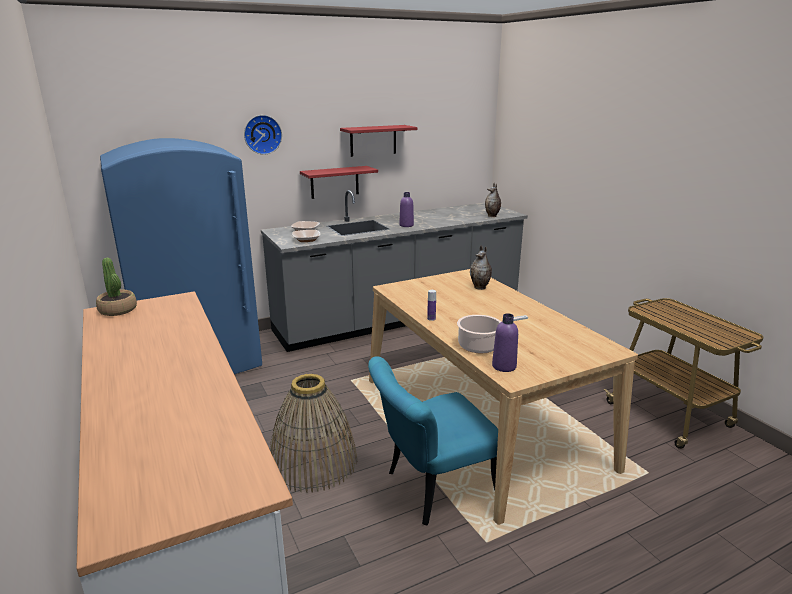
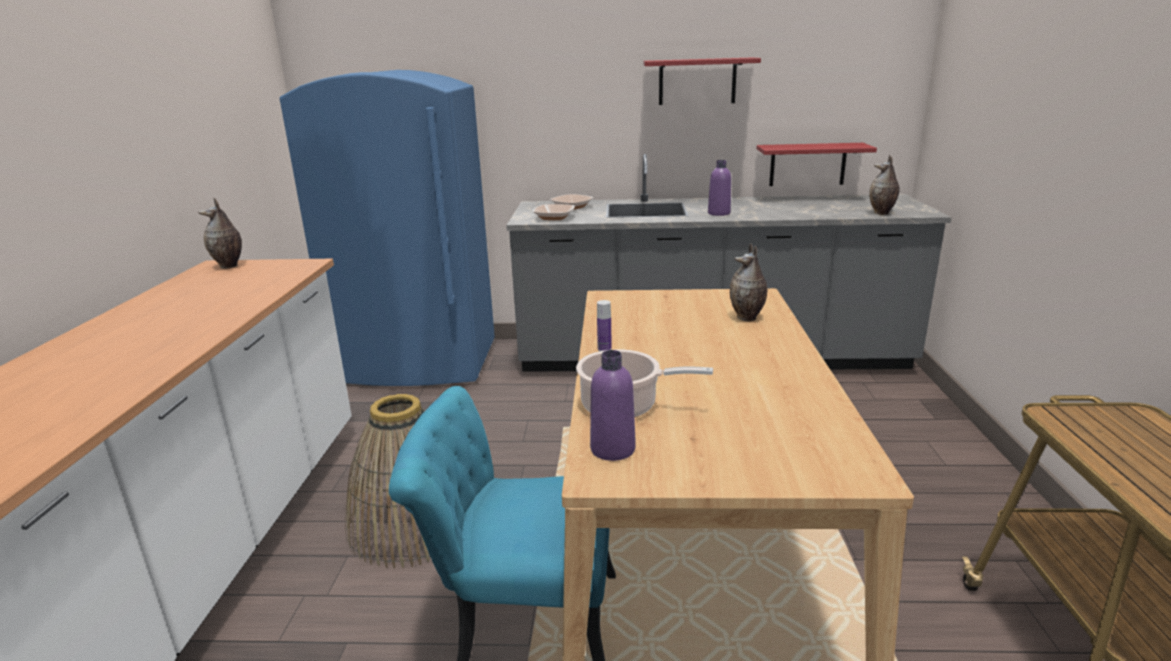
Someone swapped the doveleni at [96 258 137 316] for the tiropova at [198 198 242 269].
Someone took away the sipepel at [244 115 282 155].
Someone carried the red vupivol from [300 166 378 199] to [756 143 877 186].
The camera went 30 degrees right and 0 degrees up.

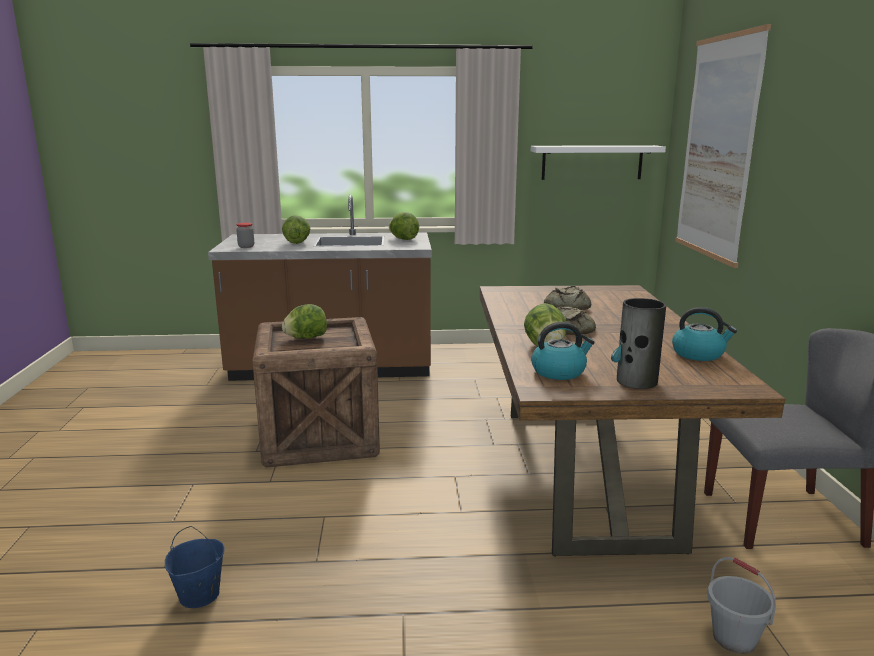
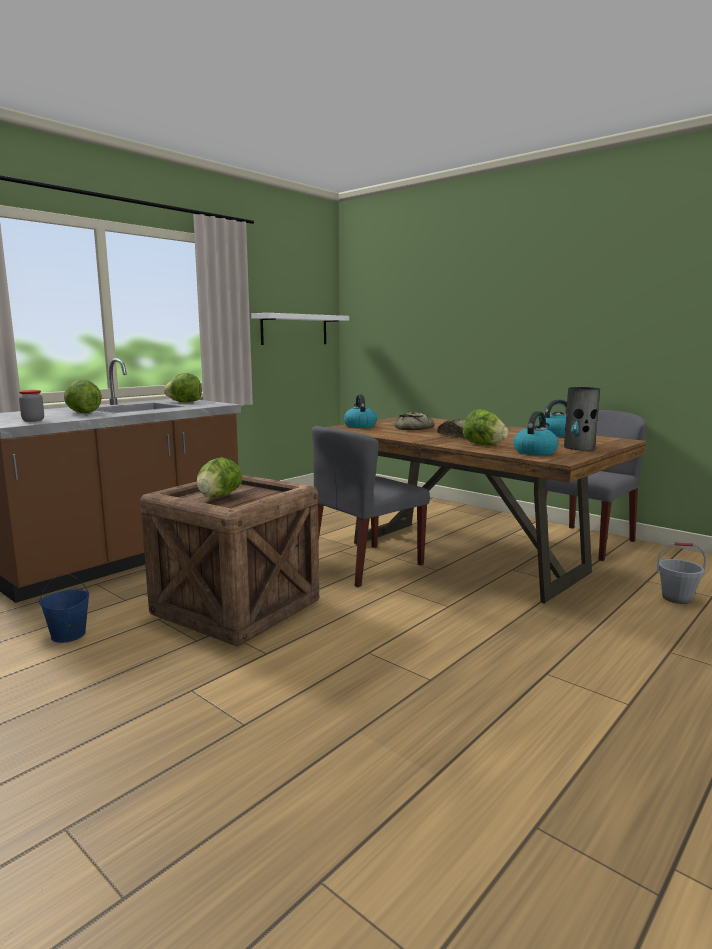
Someone carried the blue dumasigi from [165 526 225 608] to [39 572 89 643].
Someone took away the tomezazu at [675 24 771 268].
Someone put down the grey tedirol at [312 426 430 587].
Someone put down the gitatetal at [344 394 377 428].
The camera went 45 degrees left and 5 degrees down.

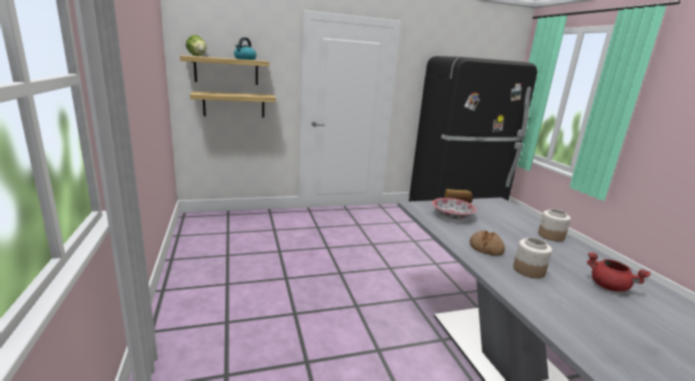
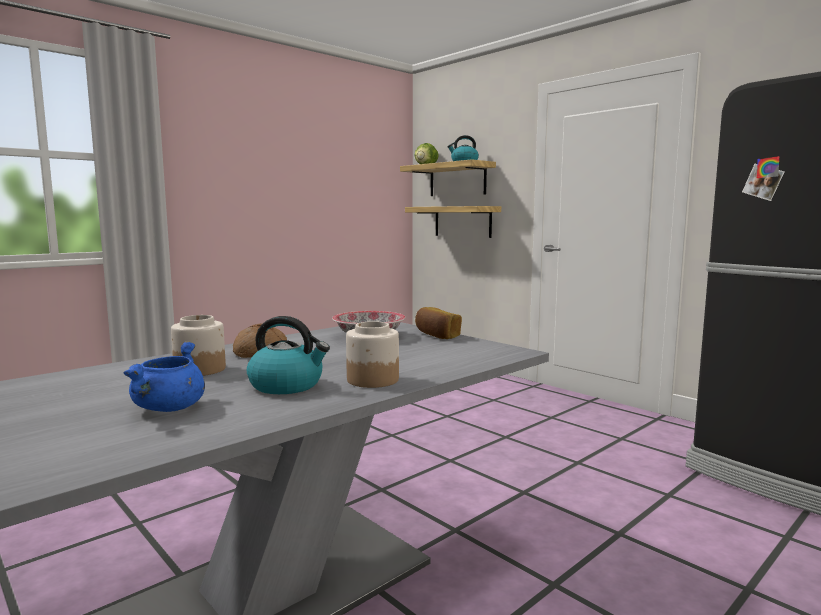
Someone repainted the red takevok at [587 253 651 292], which became the blue takevok at [123 342 205 412].
Someone put down the gitatetal at [247 316 330 394].
The camera went 65 degrees right and 10 degrees down.

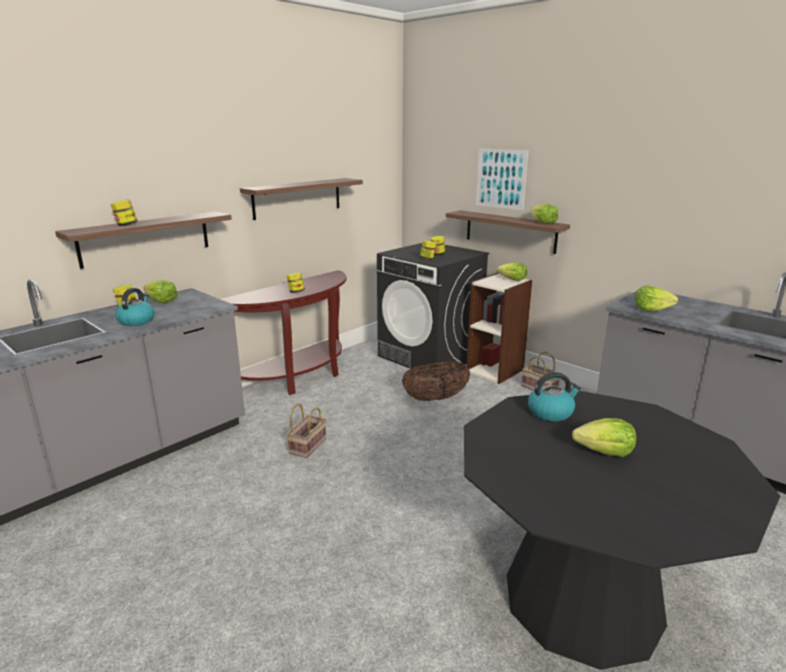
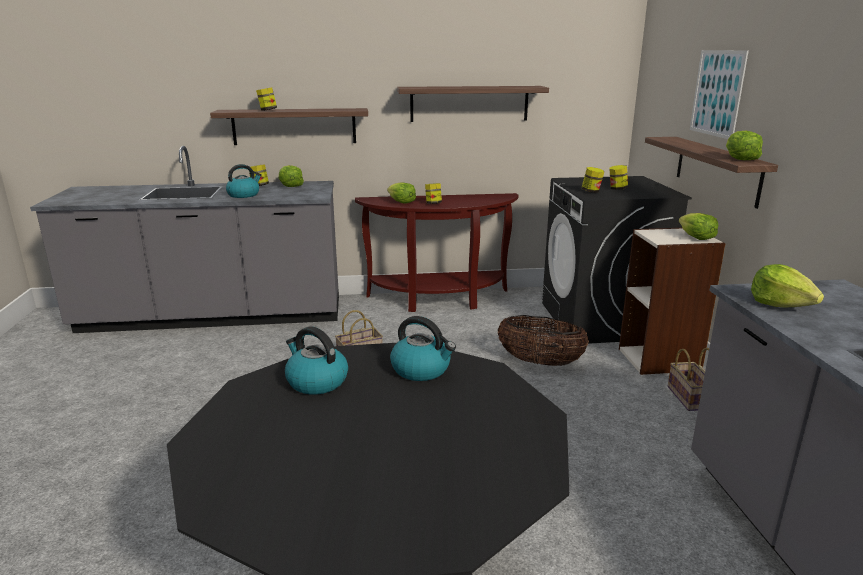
Someone carried the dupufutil from [572 418 636 457] to [387 182 416 204].
Someone put down the gitatetal at [285 326 348 395].
The camera went 40 degrees right and 0 degrees up.

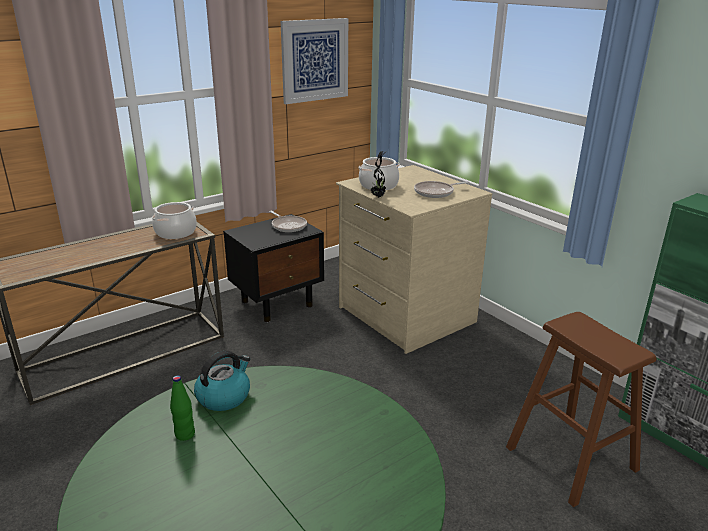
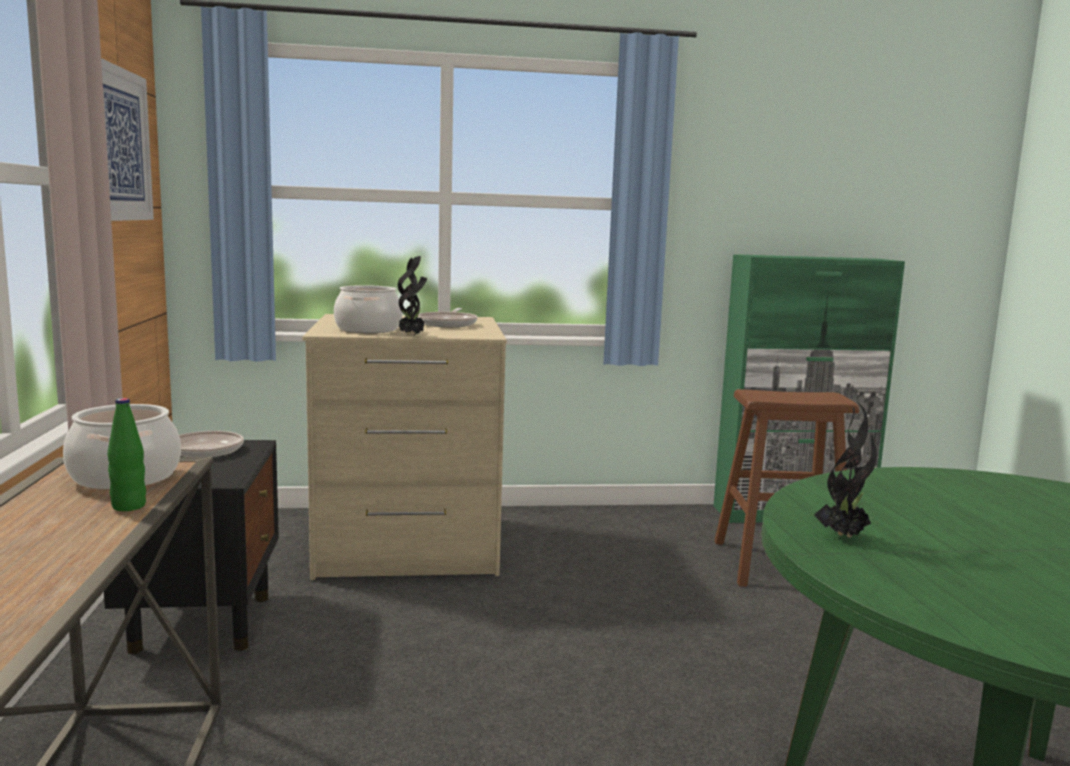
Someone carried the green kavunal from [170 375 195 441] to [108 398 146 511].
Someone swapped the gitatetal at [194 351 250 411] for the doveleni at [814 400 877 537].
The camera went 60 degrees left and 15 degrees down.

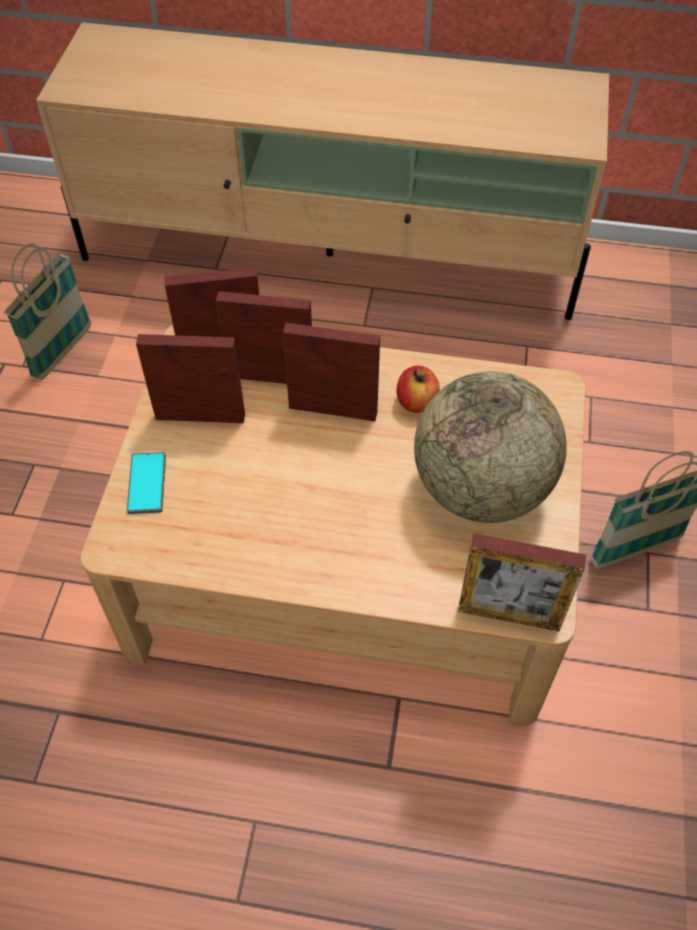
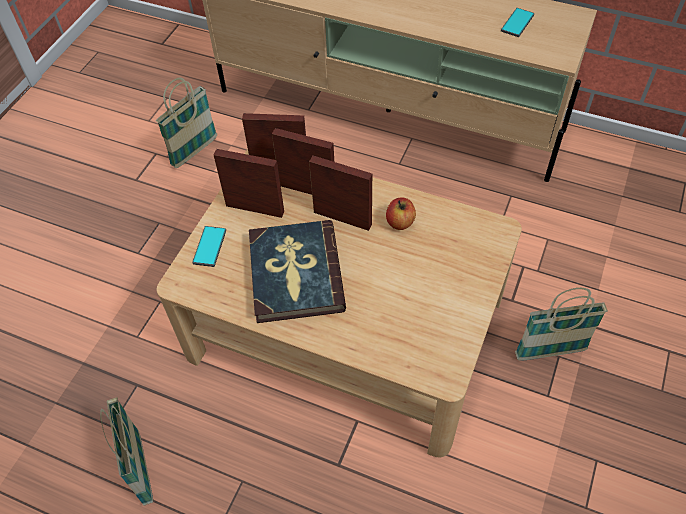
Someone took away the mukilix at [414 371 567 523].
Someone took away the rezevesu at [458 533 586 632].
Someone put down the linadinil at [100 397 153 506].
Someone put down the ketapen at [249 220 346 323].
Someone put down the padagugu at [501 8 534 37].
The camera went 15 degrees right and 0 degrees up.

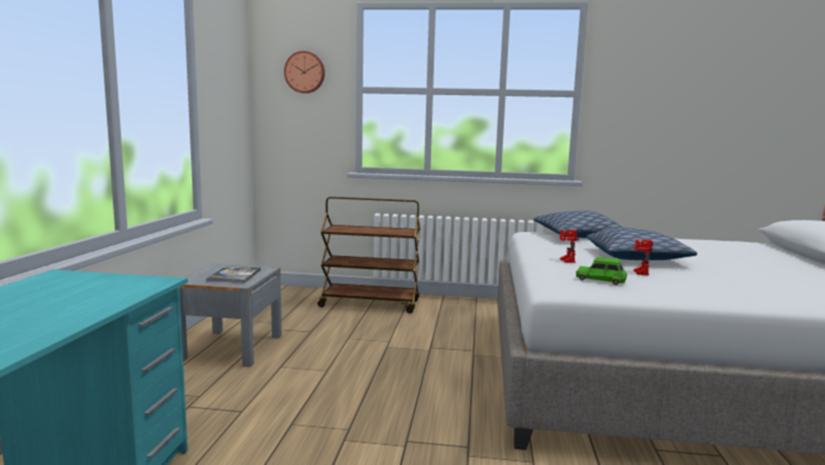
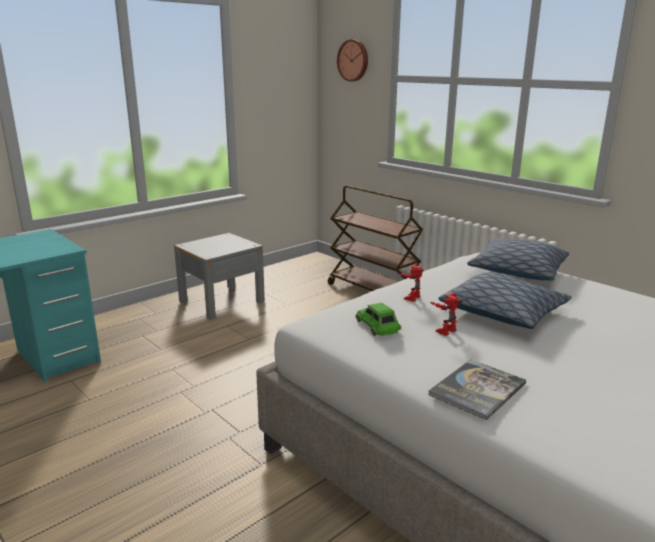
Someone carried the ketapen from [206 267 261 283] to [428 359 526 420].
The camera went 40 degrees right and 10 degrees up.

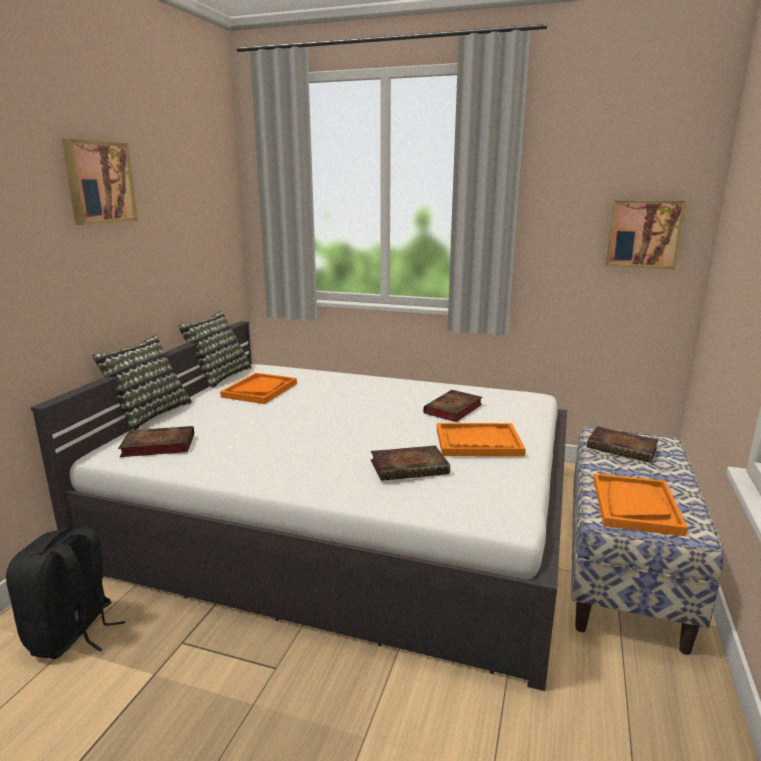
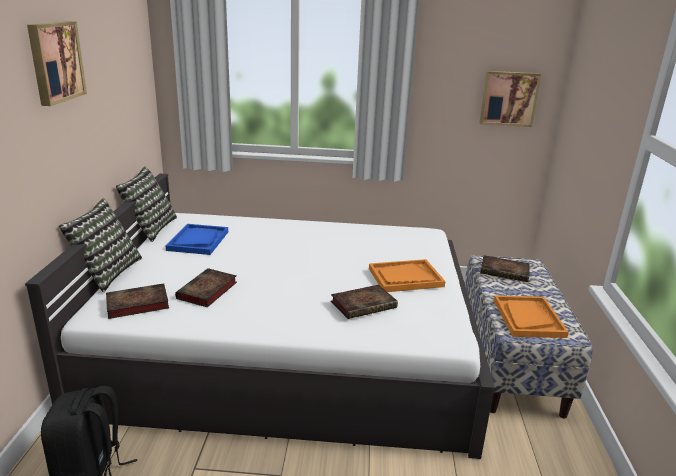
Someone repainted the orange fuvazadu at [220 373 297 404], which became the blue fuvazadu at [165 224 228 255].
Someone carried the ketapen from [423 390 483 422] to [175 268 237 307].
The camera went 15 degrees left and 5 degrees up.

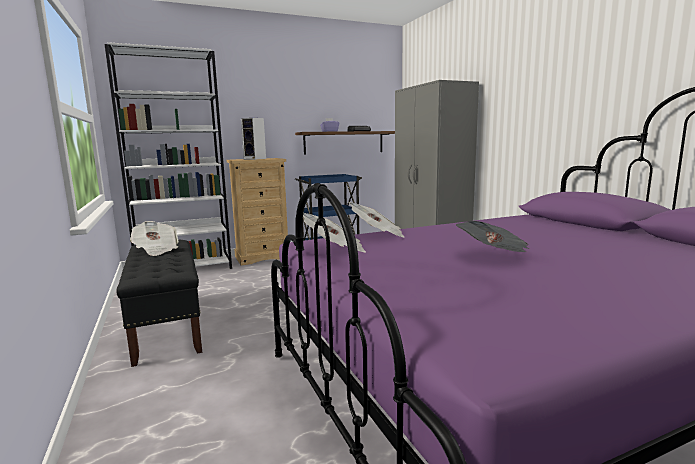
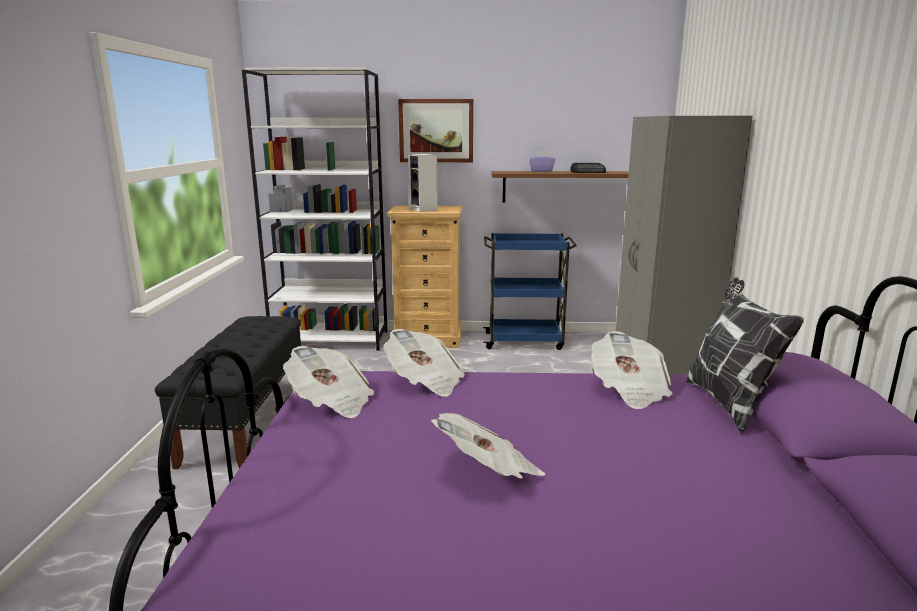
Someone carried the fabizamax from [130 221 178 256] to [591 331 672 409].
Someone put up the tomezazu at [398 99 473 162].
Someone put down the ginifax at [686 277 804 433].
The camera went 25 degrees right and 5 degrees up.

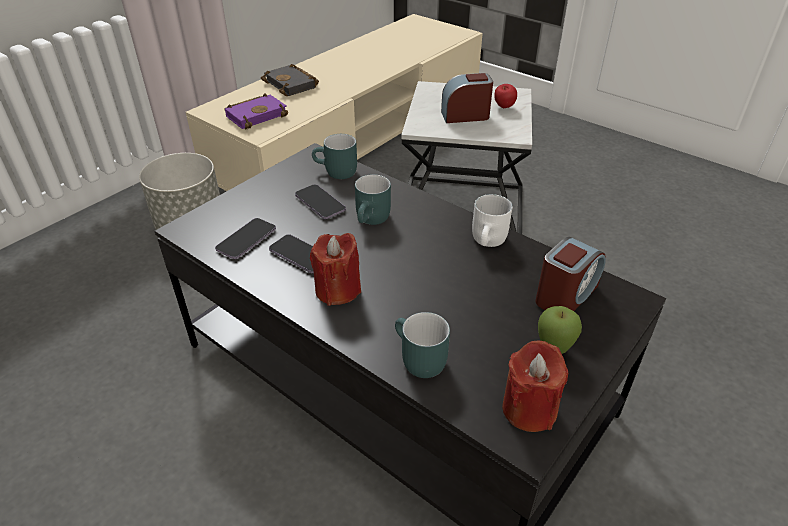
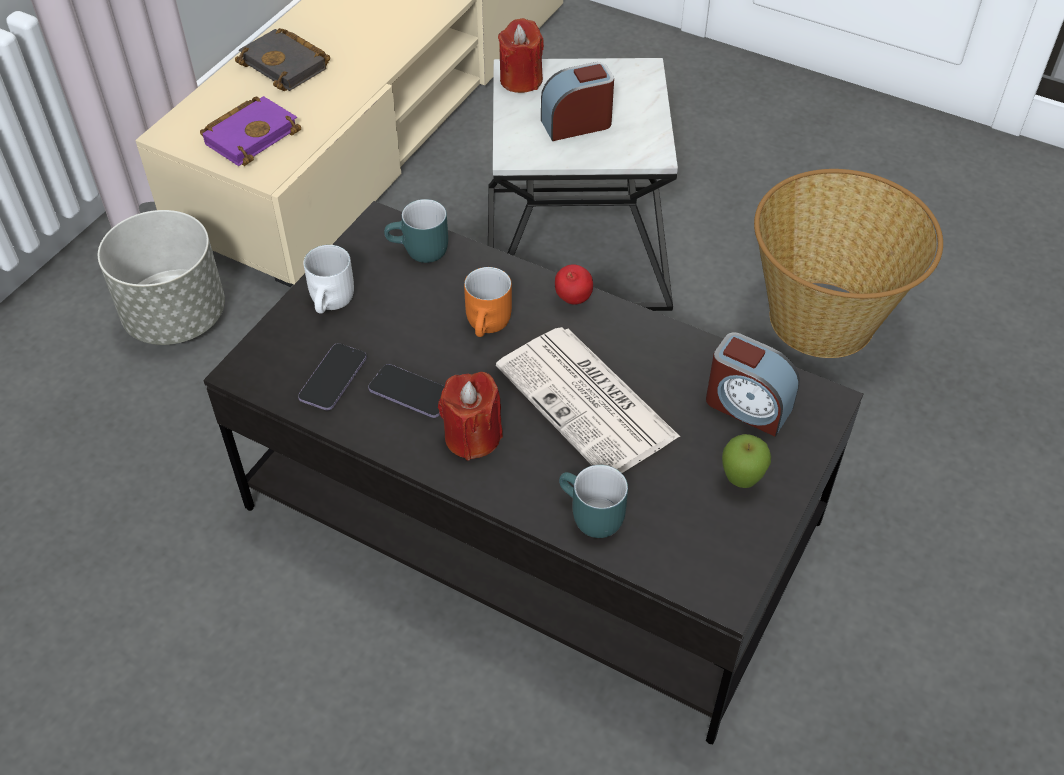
Someone took away the padagugu at [295 184 346 219].
Someone repainted the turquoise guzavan at [355 174 391 225], which became the orange guzavan at [464 267 512 337].
Someone carried the white guzavan from [472 194 513 247] to [304 245 354 314].
Someone carried the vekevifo from [494 84 517 108] to [555 264 593 305].
Someone carried the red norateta from [502 341 568 432] to [498 18 544 93].
Someone rotated the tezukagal at [535 237 606 311] by 90 degrees clockwise.
Someone put down the fabizamax at [496 327 680 473].
Someone put down the linadinil at [754 169 943 358].
The camera went 10 degrees left and 10 degrees up.

